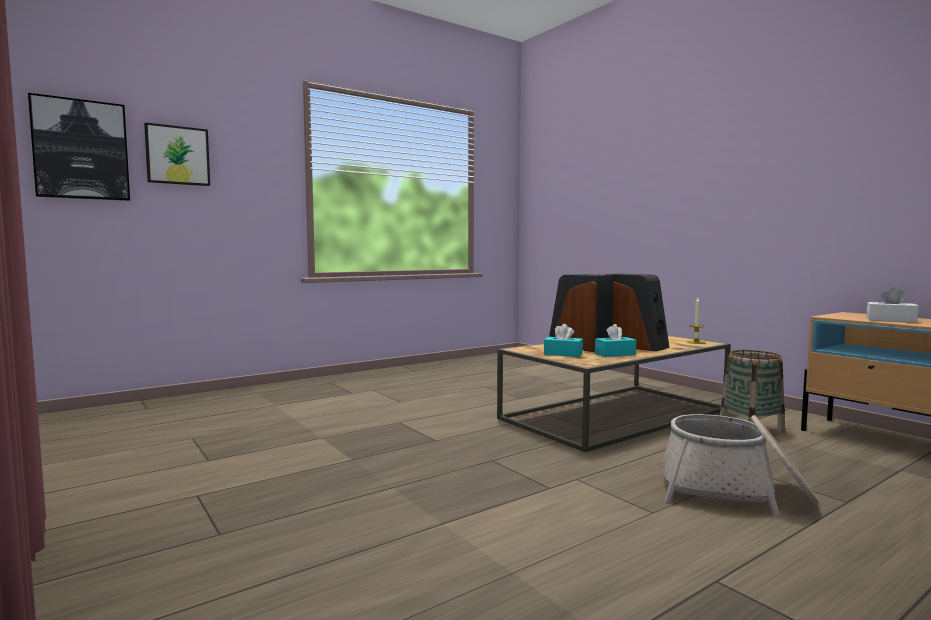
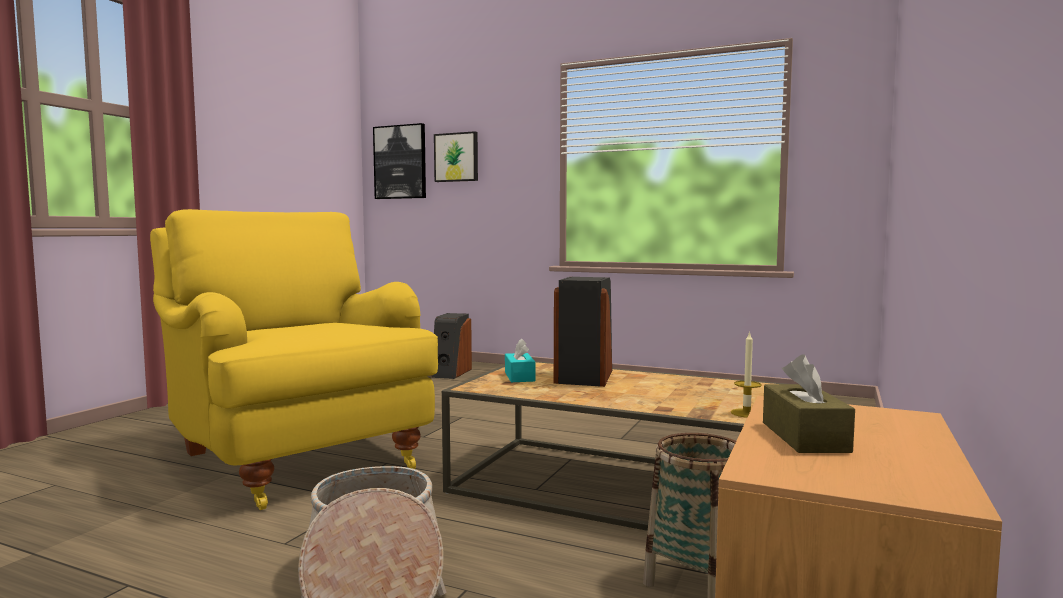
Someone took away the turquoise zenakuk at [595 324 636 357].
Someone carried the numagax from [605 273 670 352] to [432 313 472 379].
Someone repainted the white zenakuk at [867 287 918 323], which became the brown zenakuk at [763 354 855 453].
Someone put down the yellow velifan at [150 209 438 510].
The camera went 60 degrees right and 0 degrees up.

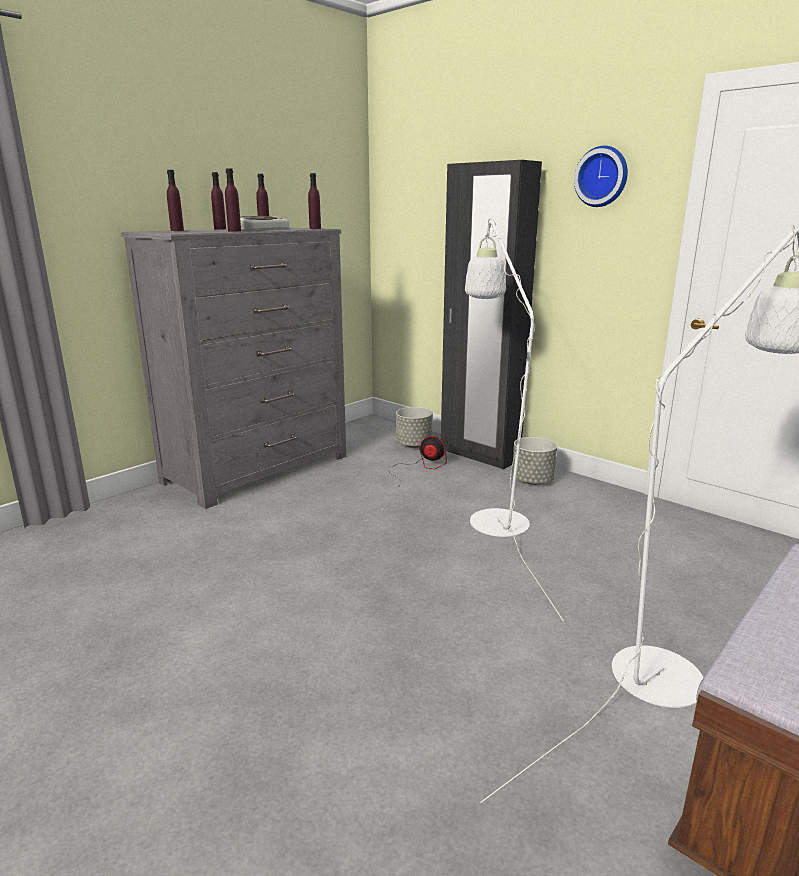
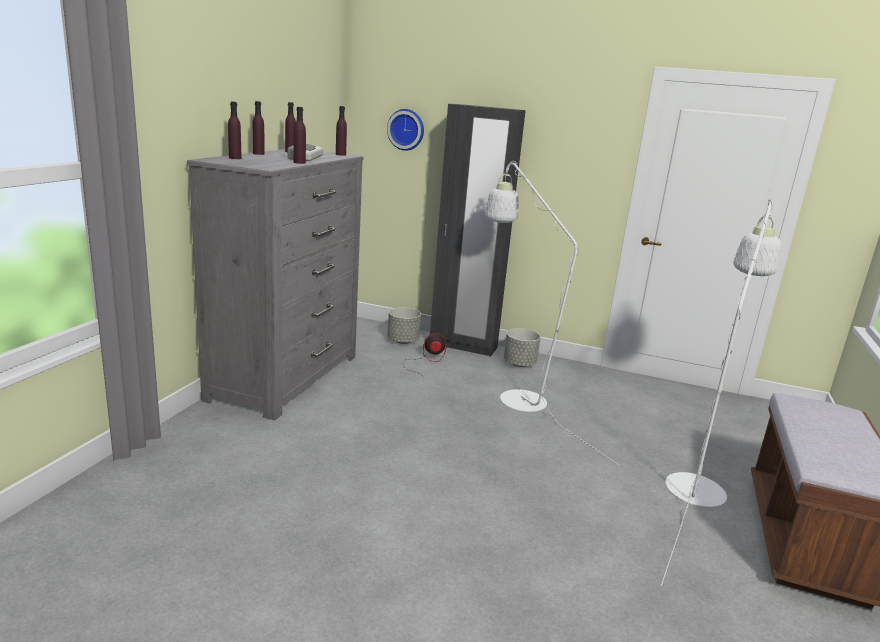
Someone carried the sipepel from [574 146 628 207] to [387 109 424 151].
The camera went 25 degrees left and 0 degrees up.

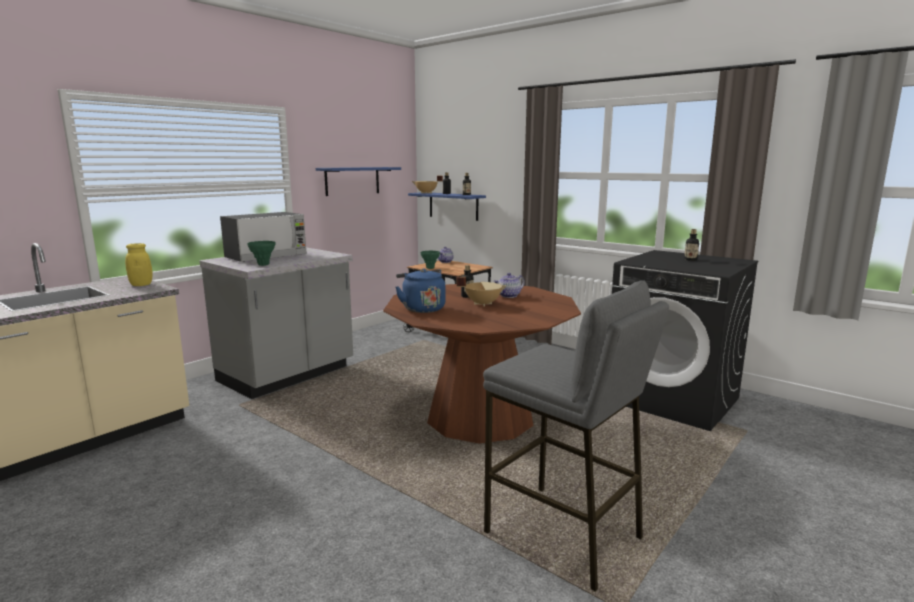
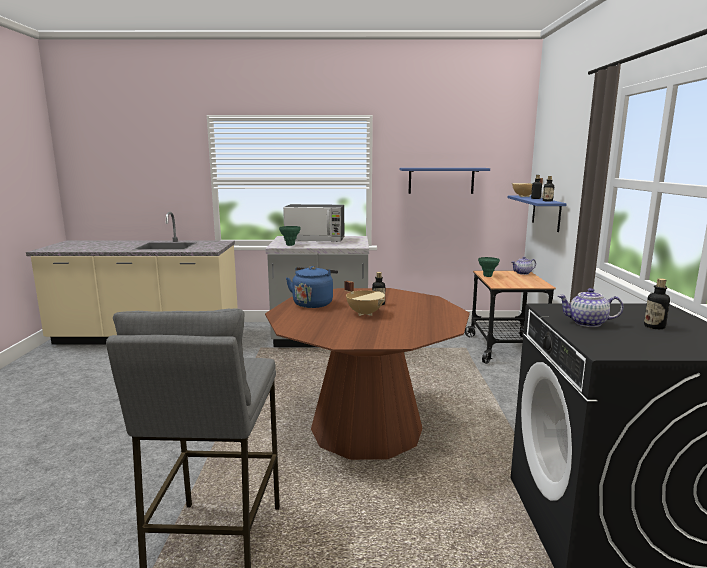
Someone took away the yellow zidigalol at [125 243 153 286].
Someone carried the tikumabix from [493 273 525 298] to [558 288 624 327].
The camera went 50 degrees right and 0 degrees up.

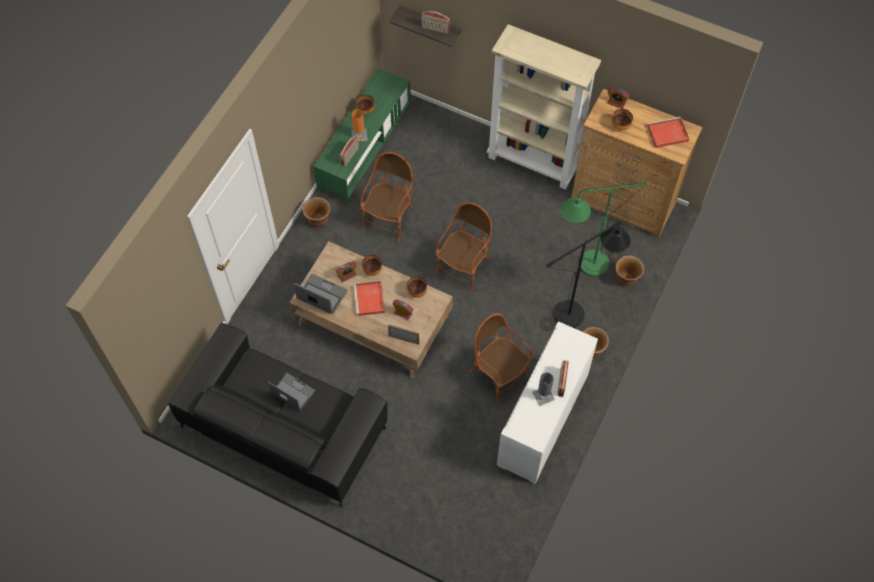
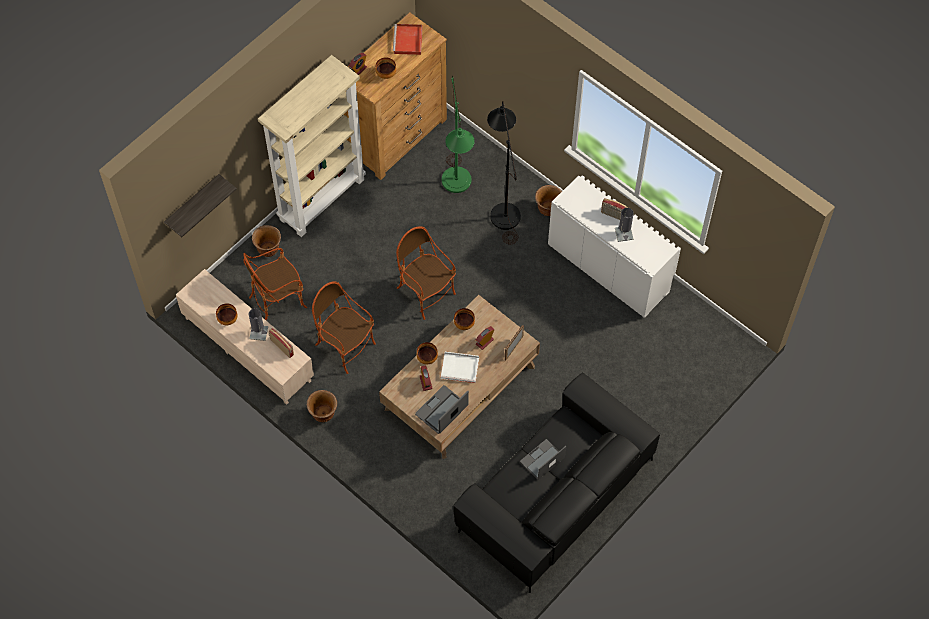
Someone repainted the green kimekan at [313 69 411 203], which became the beige kimekan at [176 269 314 405].
Someone repainted the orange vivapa at [351 109 368 142], which became the grey vivapa at [249 308 268 341].
Someone repainted the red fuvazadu at [354 281 385 316], which became the white fuvazadu at [441 352 479 383].
Someone took away the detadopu at [421 11 450 34].
Someone carried the velifan from [469 313 533 404] to [243 248 307 321].
Someone carried the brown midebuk from [615 256 644 286] to [252 225 281 257].
The camera went 75 degrees left and 0 degrees up.

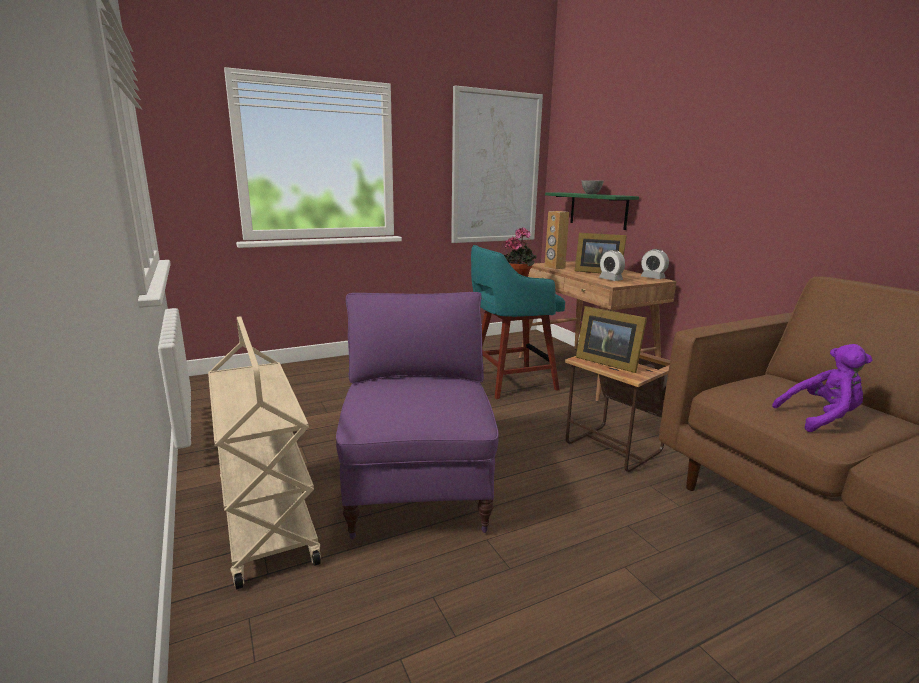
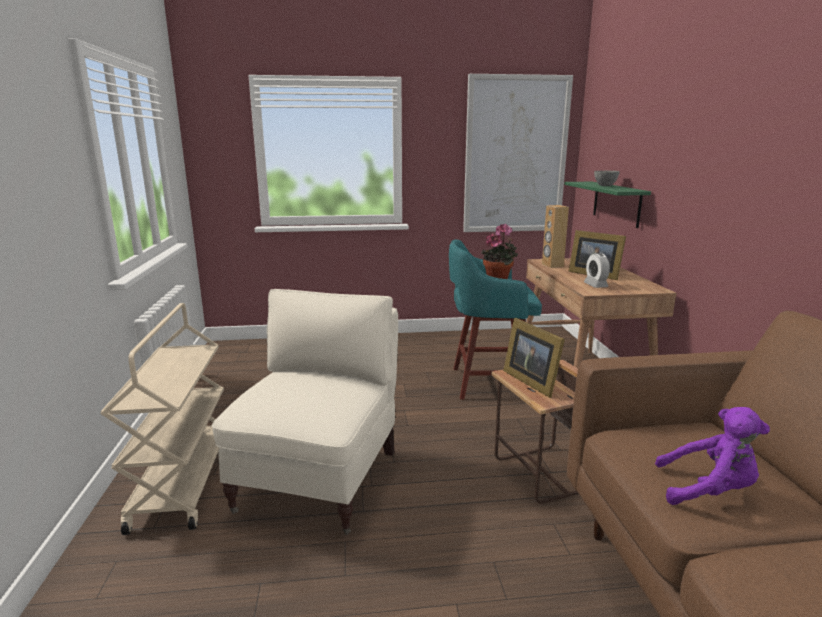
Someone repainted the purple velifan at [336 292 499 540], which became the beige velifan at [212 289 398 535].
Someone took away the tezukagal at [641 249 669 279].
The camera went 20 degrees right and 0 degrees up.

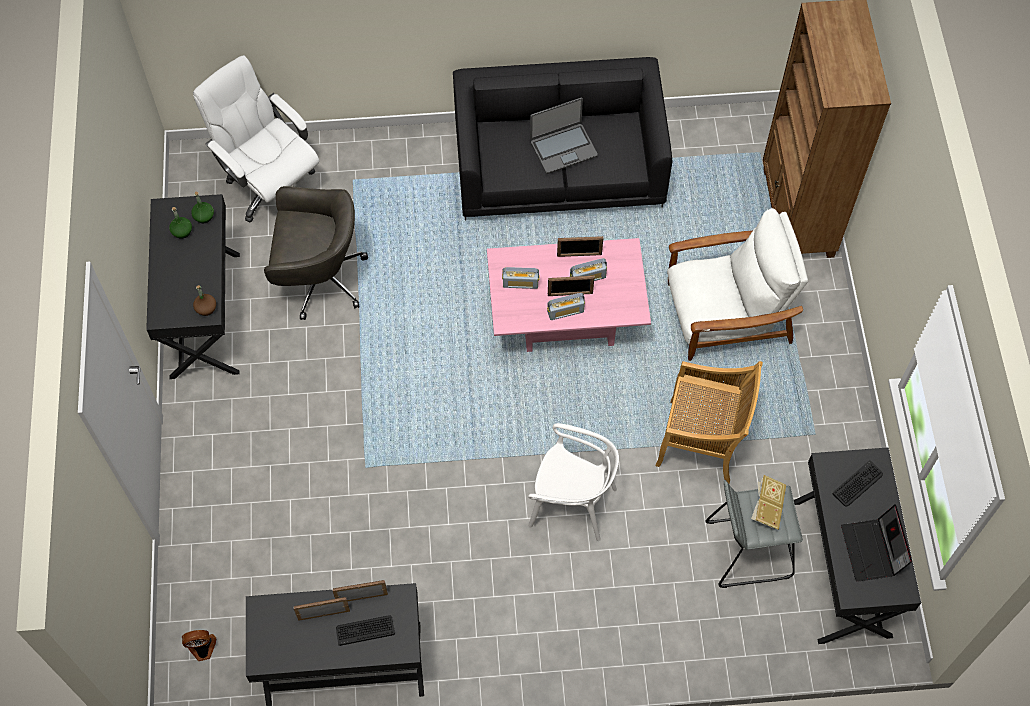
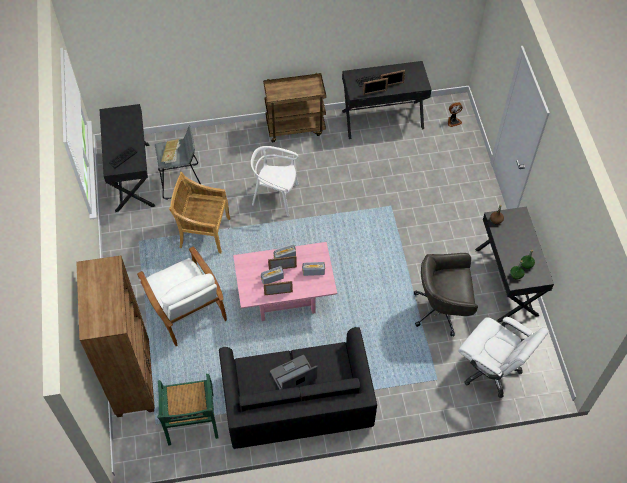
Someone rotated the white velifan at [667 208 808 361] by 105 degrees counterclockwise.
Someone took away the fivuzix at [841 504 912 582].
Someone put down the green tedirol at [157 374 218 446].
Someone put down the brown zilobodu at [263 73 326 142].
The camera went 175 degrees right and 5 degrees down.

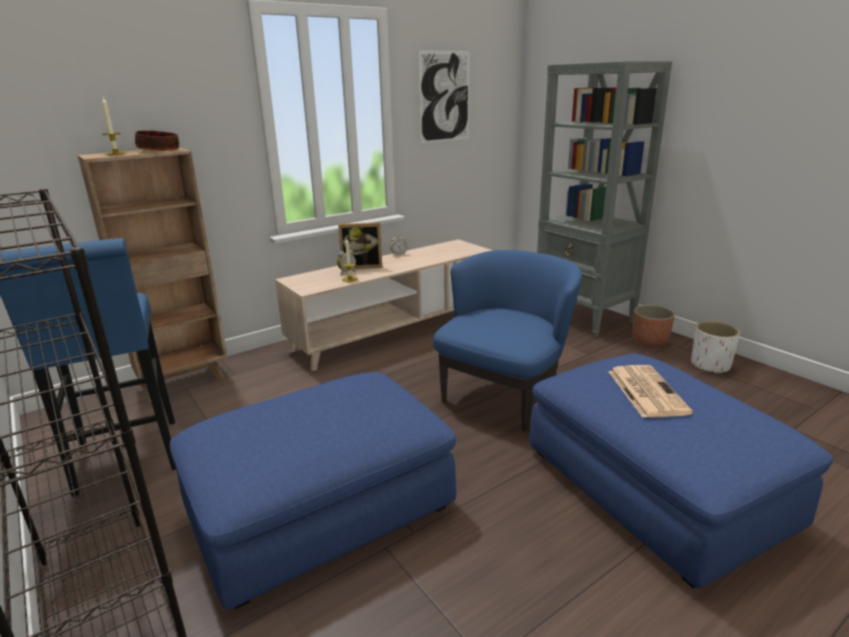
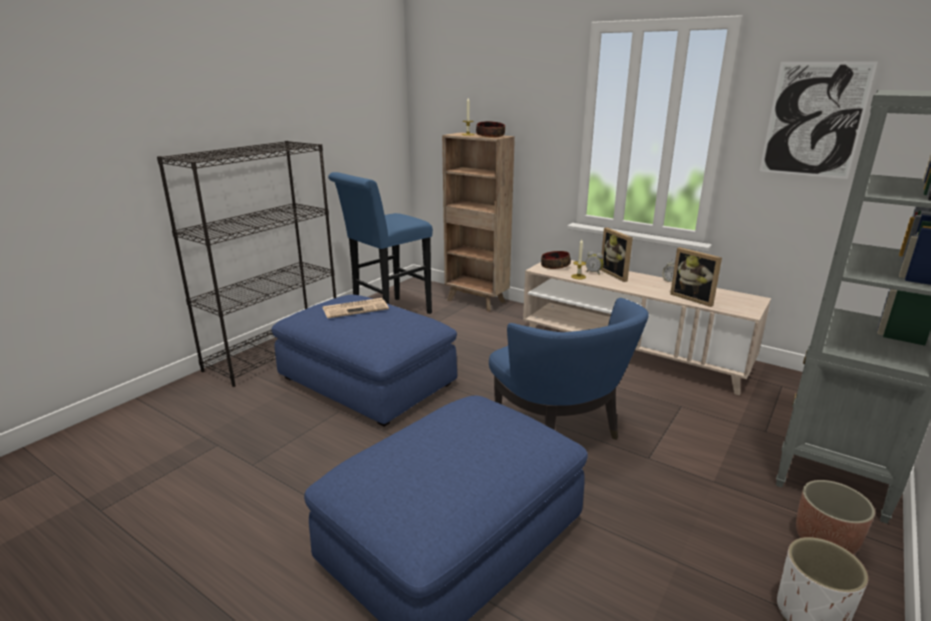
Someone rotated the blue velifan at [433 250 582 432] by 45 degrees clockwise.
Someone carried the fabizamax from [608 365 693 418] to [323 298 389 318].
Someone put down the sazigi at [541 251 571 269].
Someone put down the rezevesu at [670 247 722 307].
The camera went 70 degrees right and 0 degrees up.

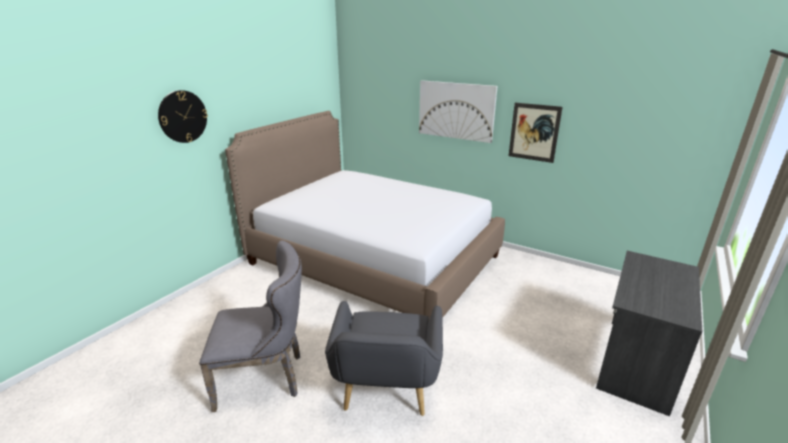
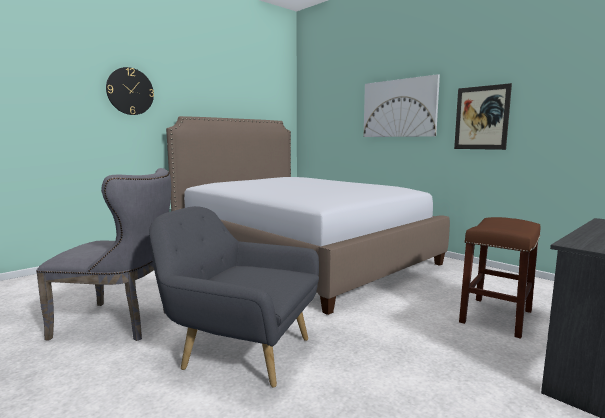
Someone rotated the grey velifan at [325 301 443 416] by 90 degrees clockwise.
Someone put down the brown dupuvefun at [459 217 541 339].
The camera went 15 degrees right and 15 degrees down.

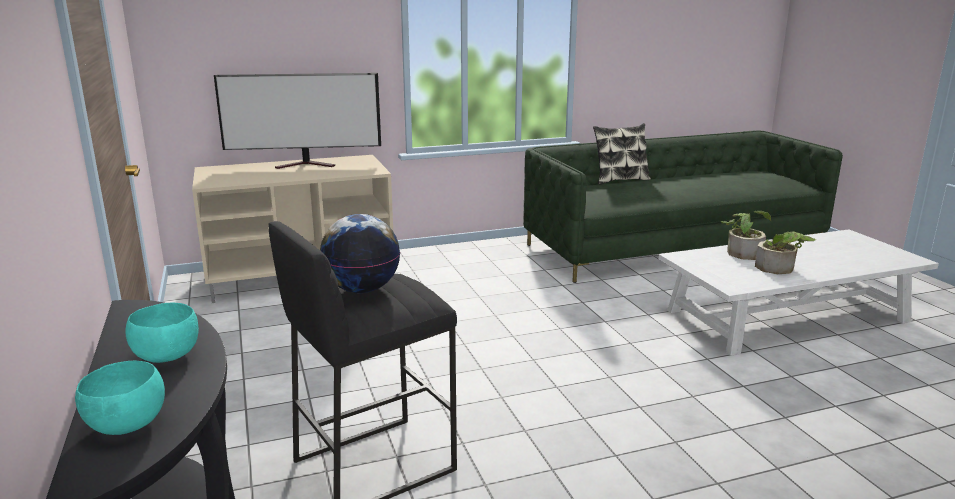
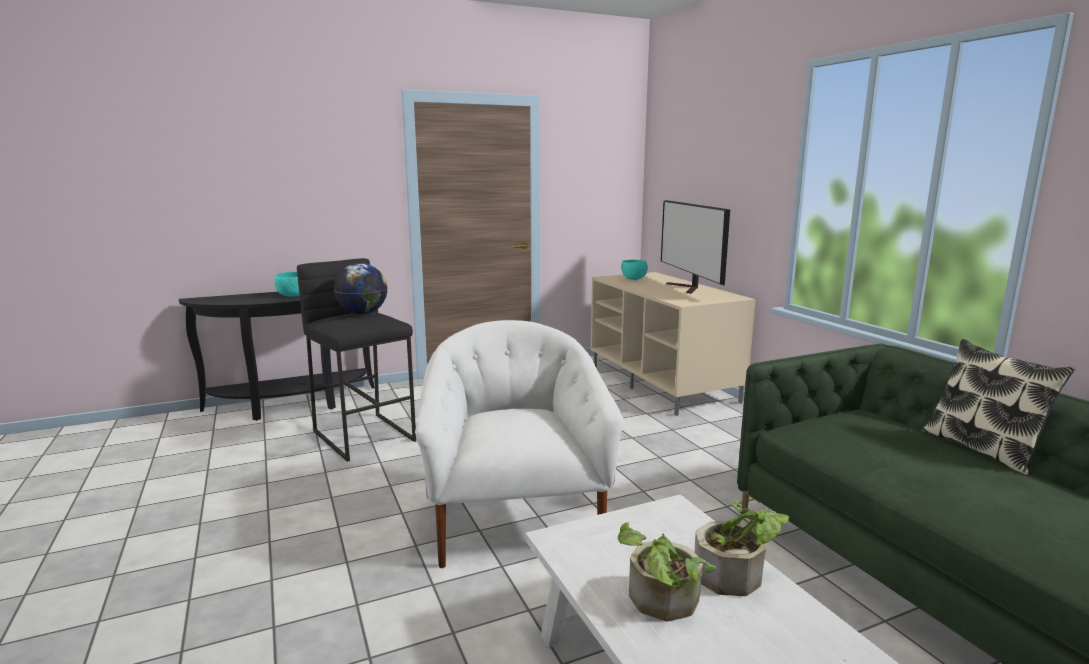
Someone carried the turquoise sazigi from [75 361 165 435] to [621 260 648 280].
Someone put down the white velifan at [415 320 624 568].
The camera went 85 degrees right and 5 degrees down.

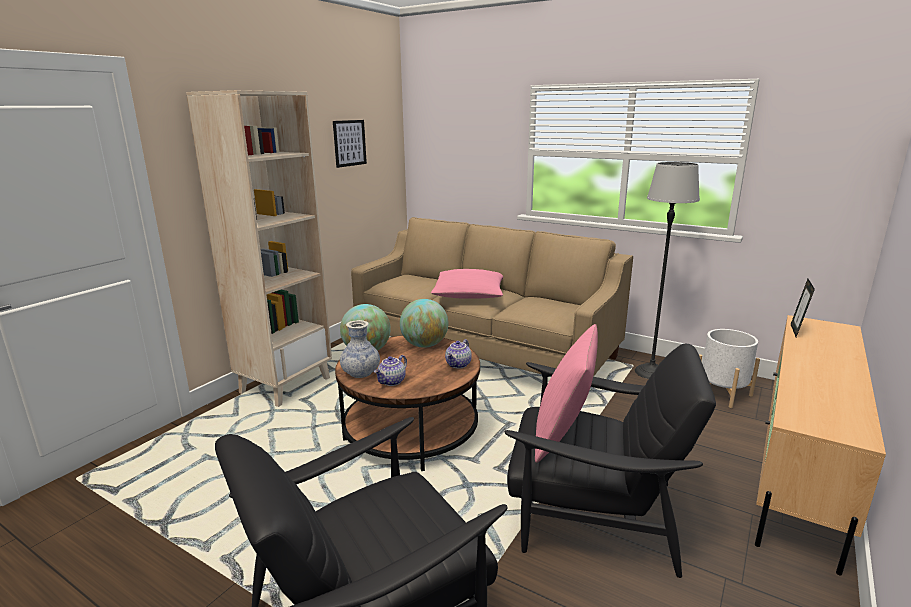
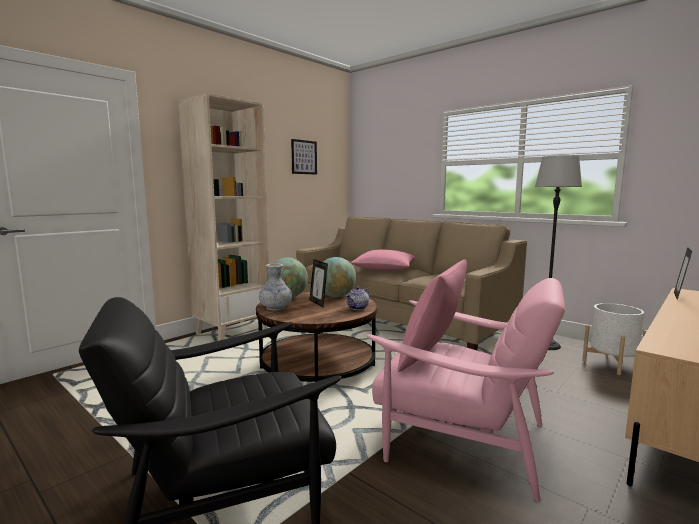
Someone took away the tikumabix at [374 355 407 386].
Someone repainted the black velifan at [505 344 716 578], which became the pink velifan at [367 278 565 502].
Someone put down the rezevesu at [310 259 328 307].
The camera went 10 degrees right and 10 degrees down.

